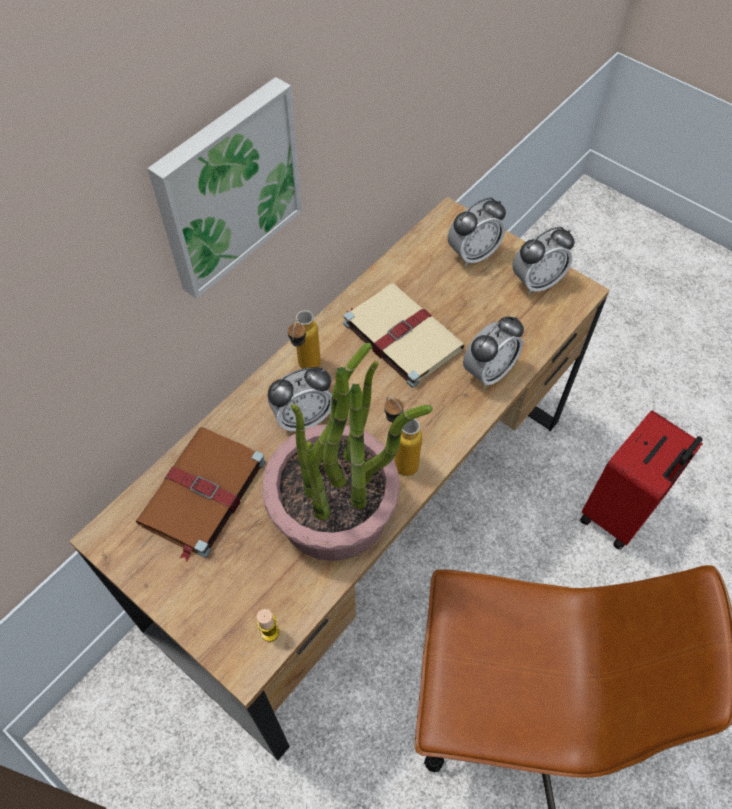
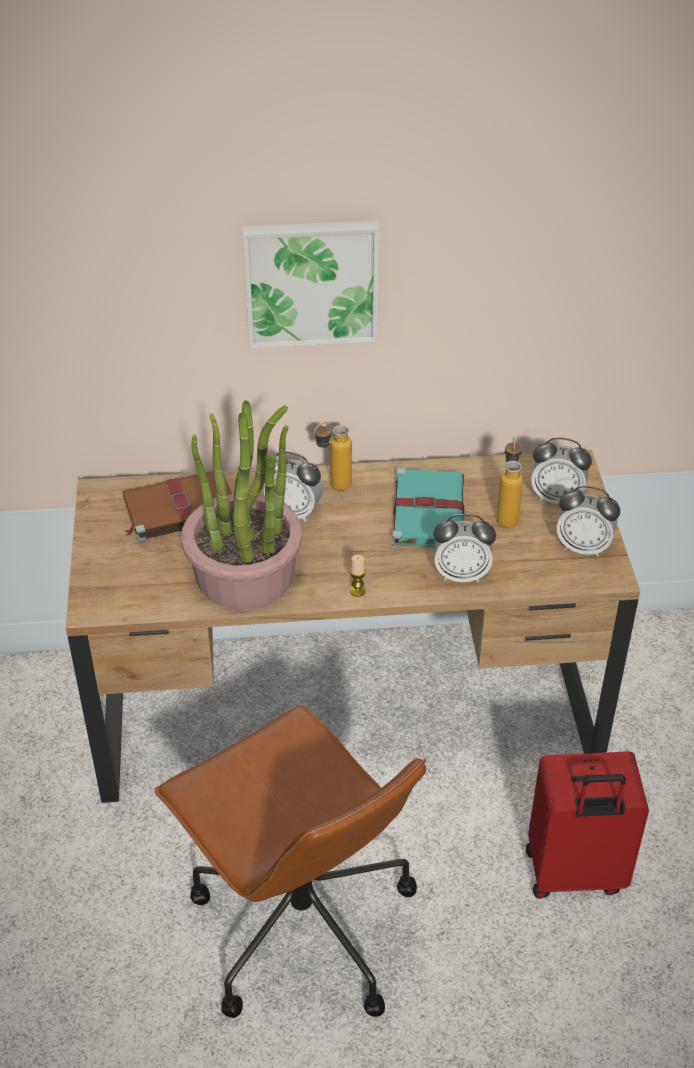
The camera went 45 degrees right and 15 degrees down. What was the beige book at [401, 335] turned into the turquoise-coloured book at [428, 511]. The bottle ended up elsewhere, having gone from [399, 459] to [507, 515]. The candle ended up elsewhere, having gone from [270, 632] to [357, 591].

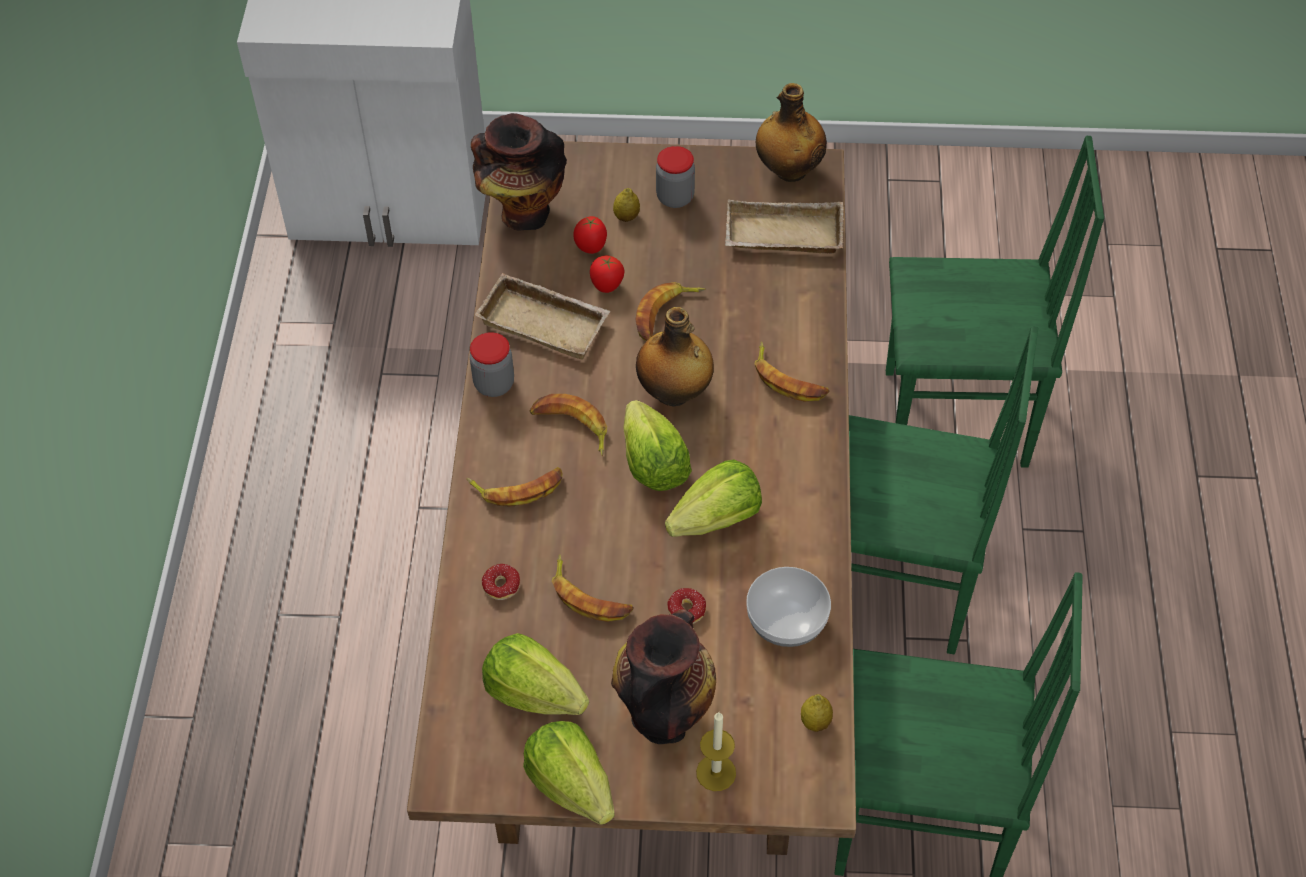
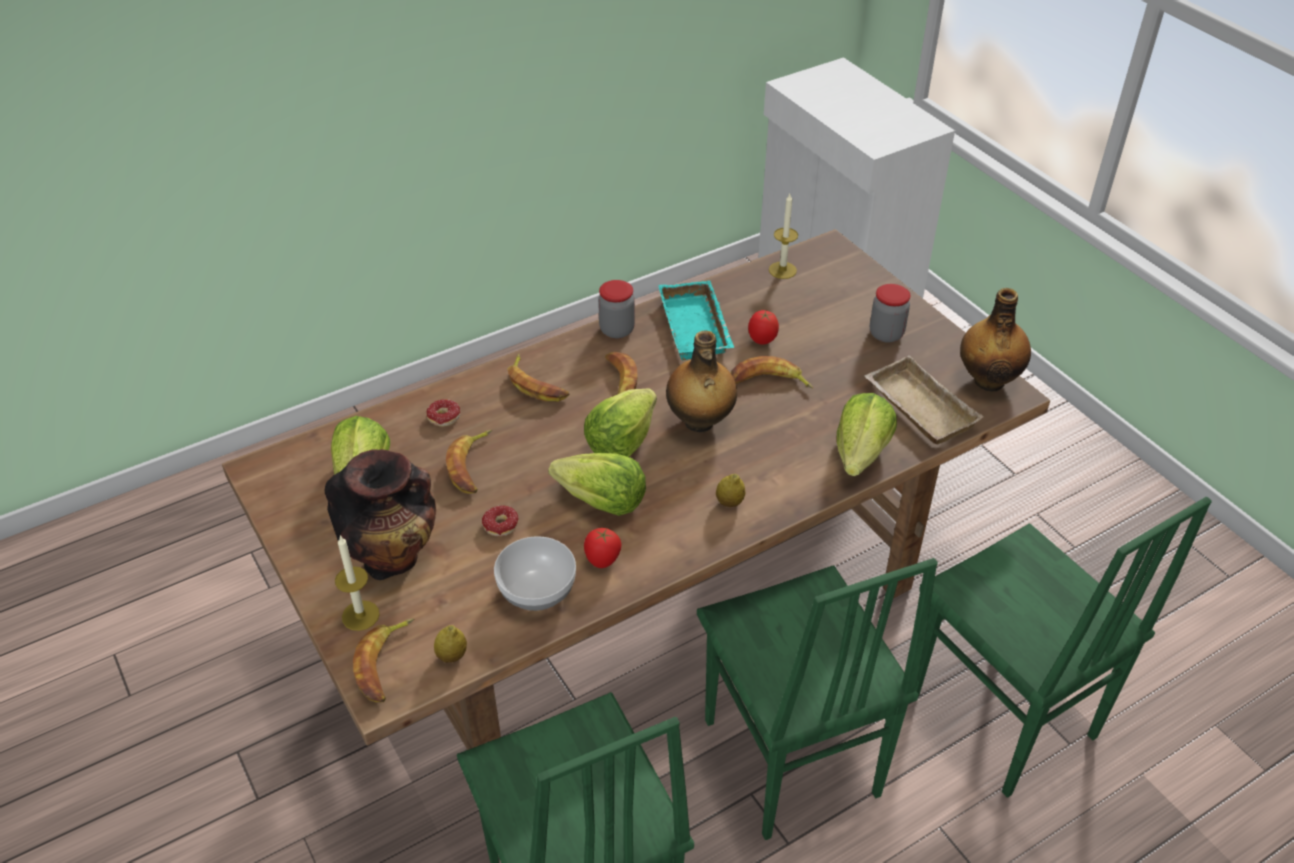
The camera went 55 degrees right and 10 degrees down. Where the flower vase stood at [522, 213], the candle came to stand at [782, 270]. The lemon ended up elsewhere, having gone from [626, 217] to [729, 502]. The fresh tomato ended up elsewhere, having gone from [591, 248] to [602, 561]. What was the beige tray at [546, 321] turned into the turquoise-coloured tray at [698, 327]. The banana fruit ended up elsewhere, having gone from [788, 379] to [384, 664]. The head of lettuce ended up elsewhere, having gone from [571, 785] to [860, 454].

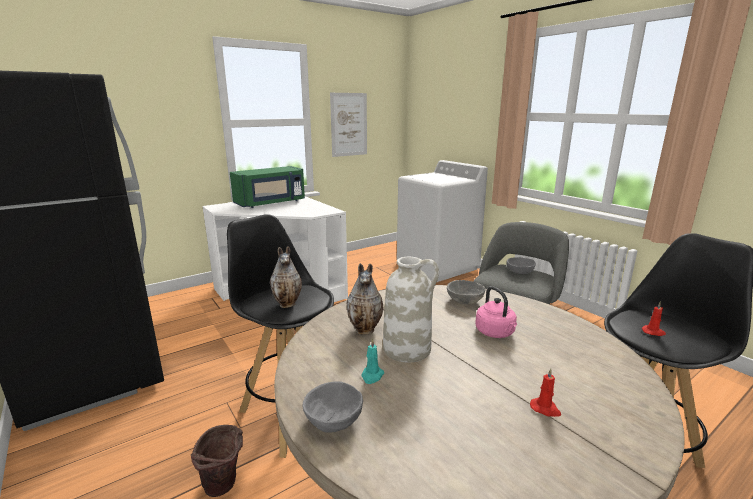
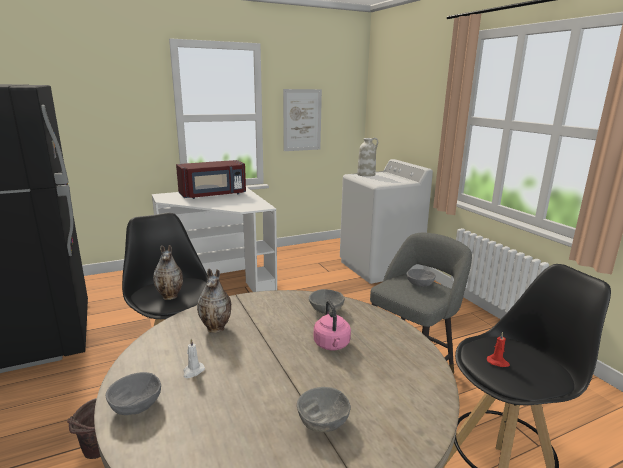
The camera went 10 degrees right and 0 degrees up. What was the greenish microwave oven at [271, 203] turned into the red microwave oven at [213, 195]. The whitish flower vase ended up elsewhere, having gone from [407, 349] to [366, 174]. What was the turquoise-coloured candle at [372, 376] turned into the whitish candle at [193, 371]. Where the red candle stood at [545, 409], the grey bowl came to stand at [323, 422].

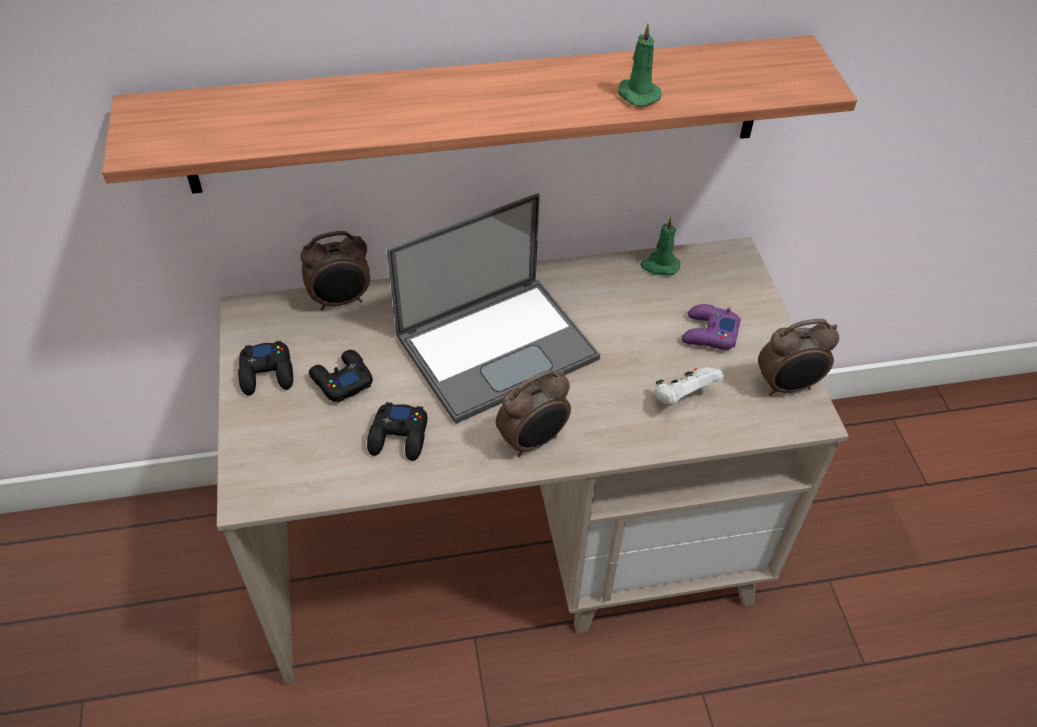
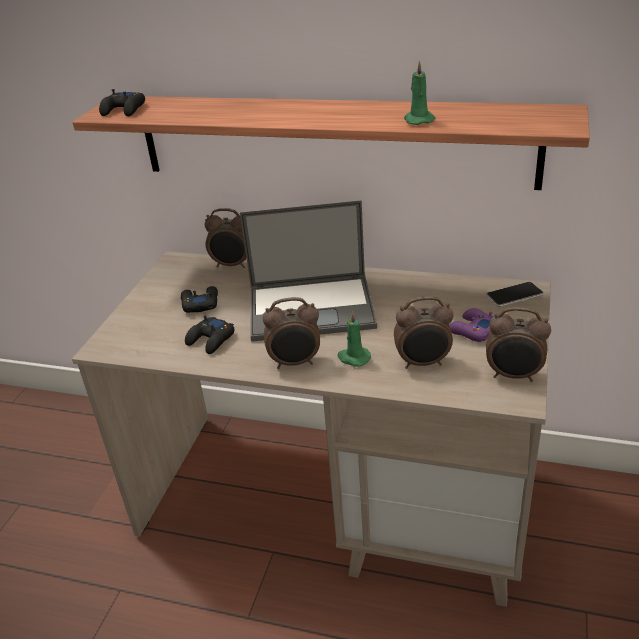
The camera went 30 degrees right and 15 degrees down. The greenish candle ended up elsewhere, having gone from [659, 265] to [353, 358]. The black joypad ended up elsewhere, having gone from [267, 373] to [124, 110]. Where the whitish joypad stood at [683, 397], the table clock came to stand at [423, 363]. The second view gained the phone at [514, 295].

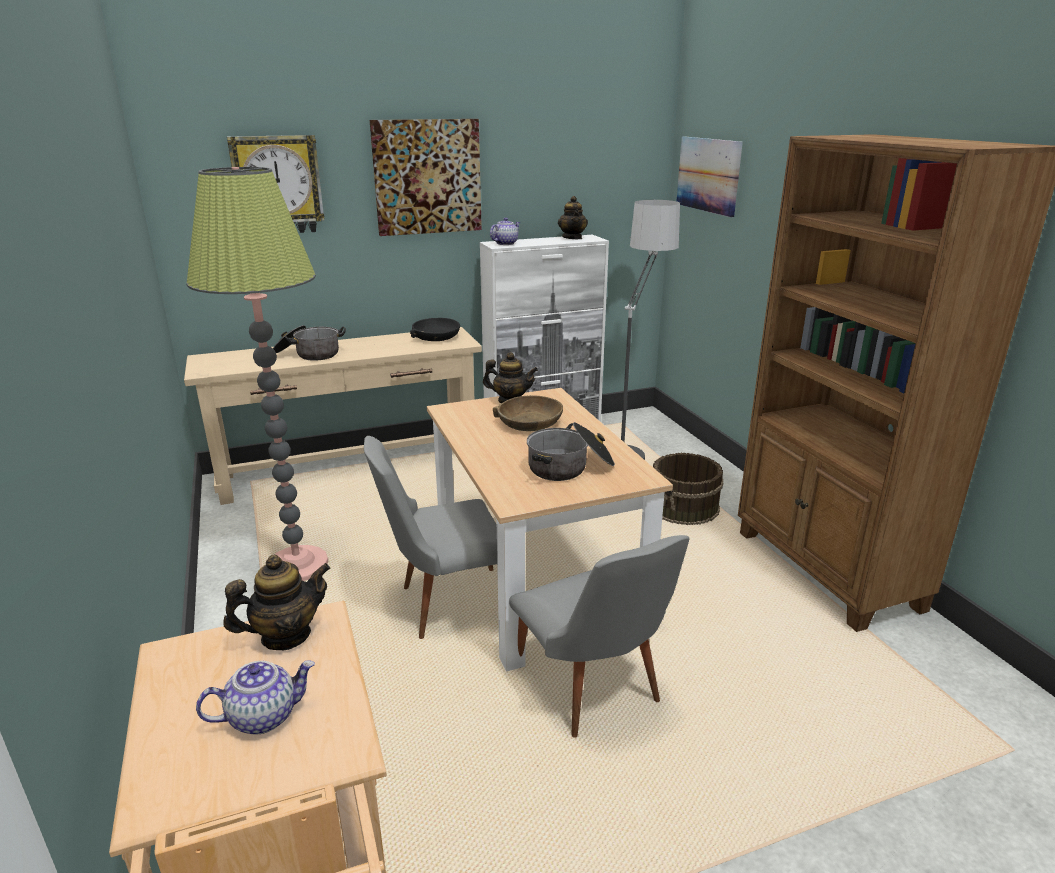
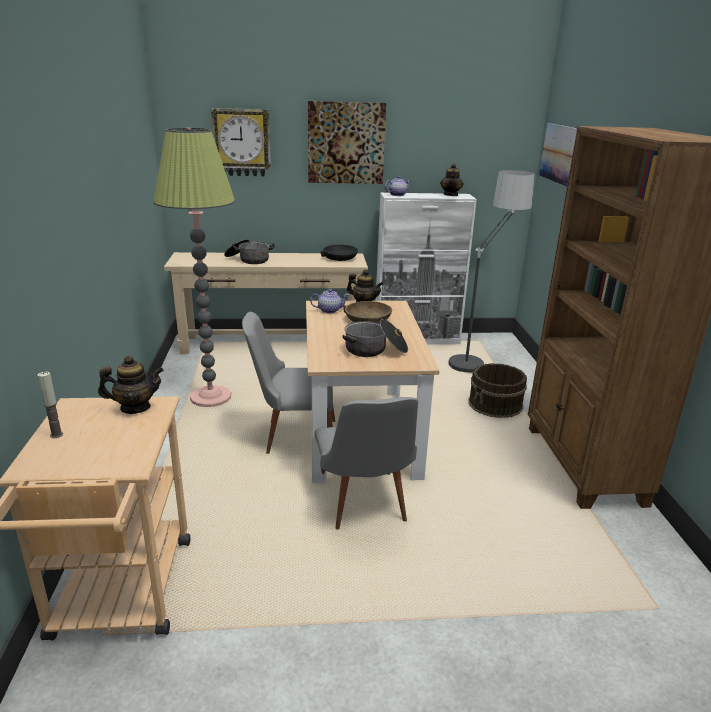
The camera went 15 degrees right and 0 degrees up. The tea pot ended up elsewhere, having gone from [263, 716] to [329, 310]. The second view gained the candle at [56, 435].

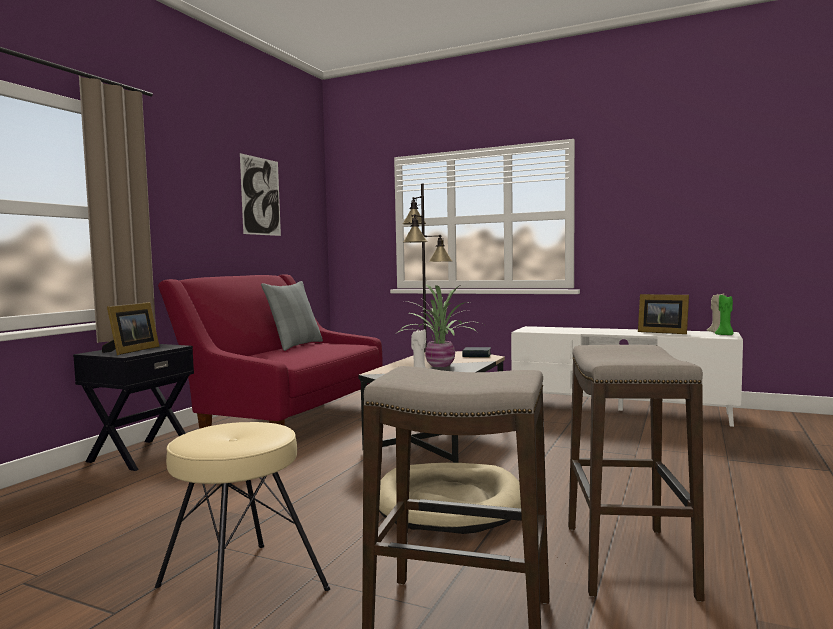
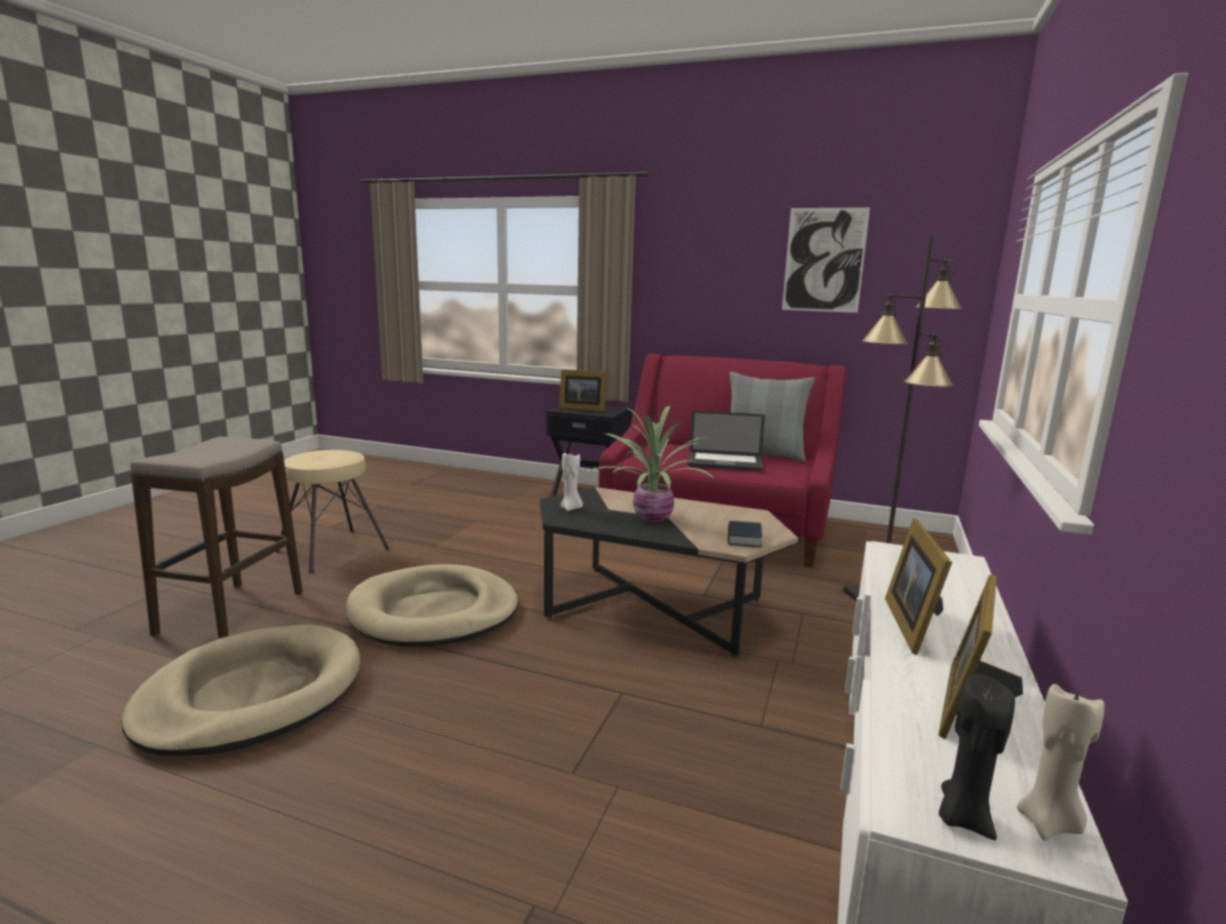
The camera went 85 degrees right and 10 degrees up. What was the greenish candle at [725, 335] turned into the black candle at [962, 818]. Where the stool seat stood at [628, 560], the beige dog cushion came to stand at [251, 695]. The second view gained the laptop at [724, 463]. The second view gained the standing frame at [914, 624].

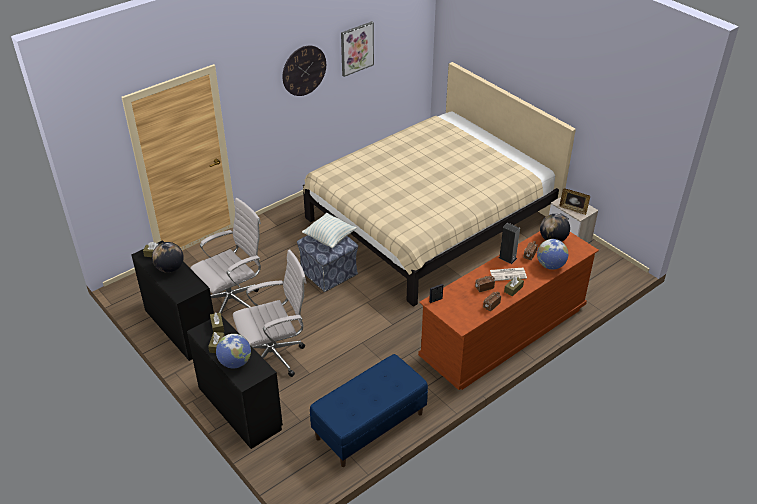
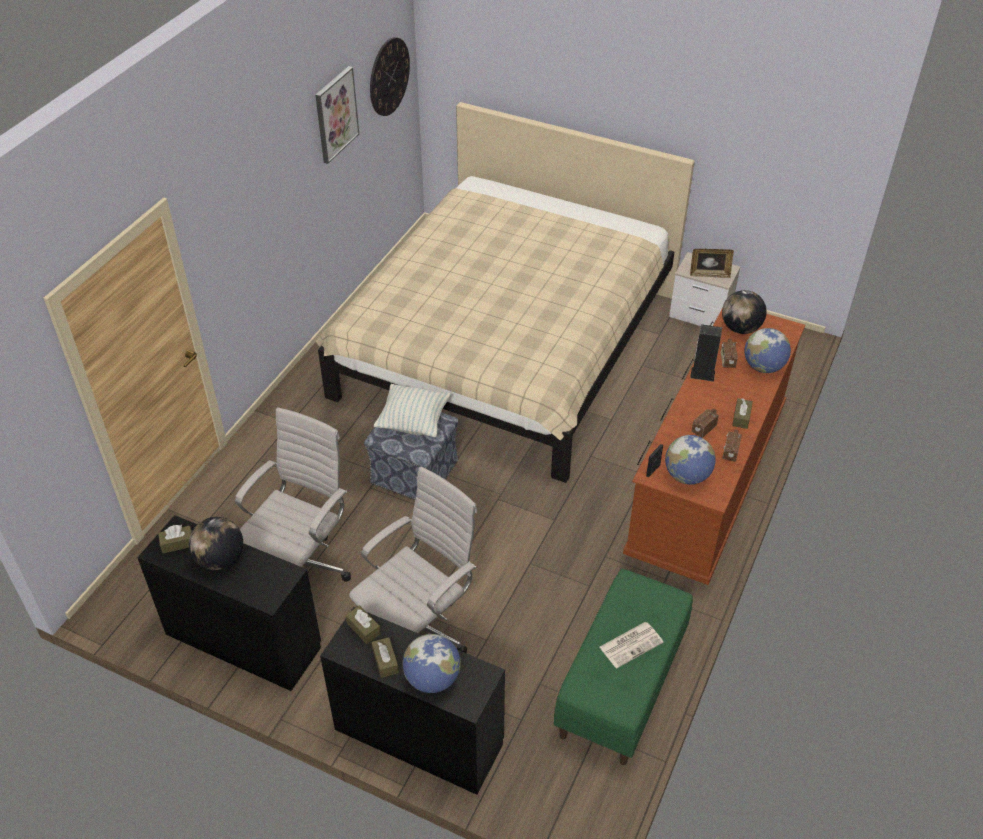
The camera went 25 degrees left and 5 degrees up. The hanging clock ended up elsewhere, having gone from [304, 70] to [389, 76]. The newspaper ended up elsewhere, having gone from [508, 274] to [631, 644]. What was the blue long seat at [369, 426] turned into the greenish long seat at [621, 687]. The second view gained the desk globe at [687, 476].

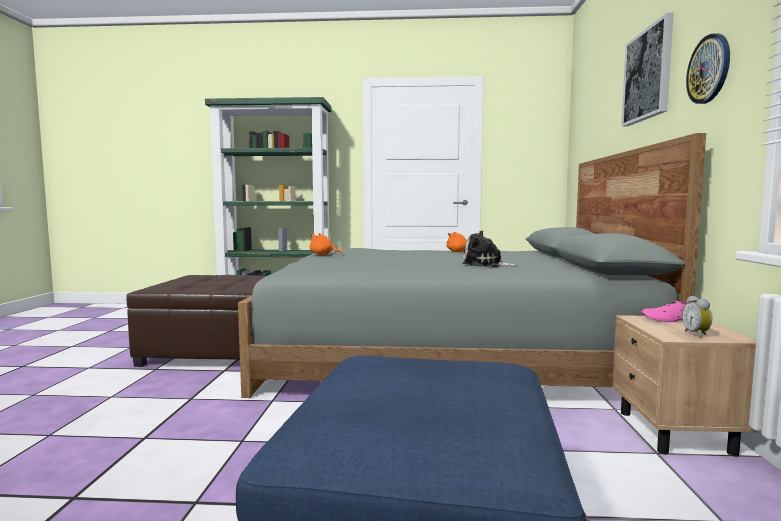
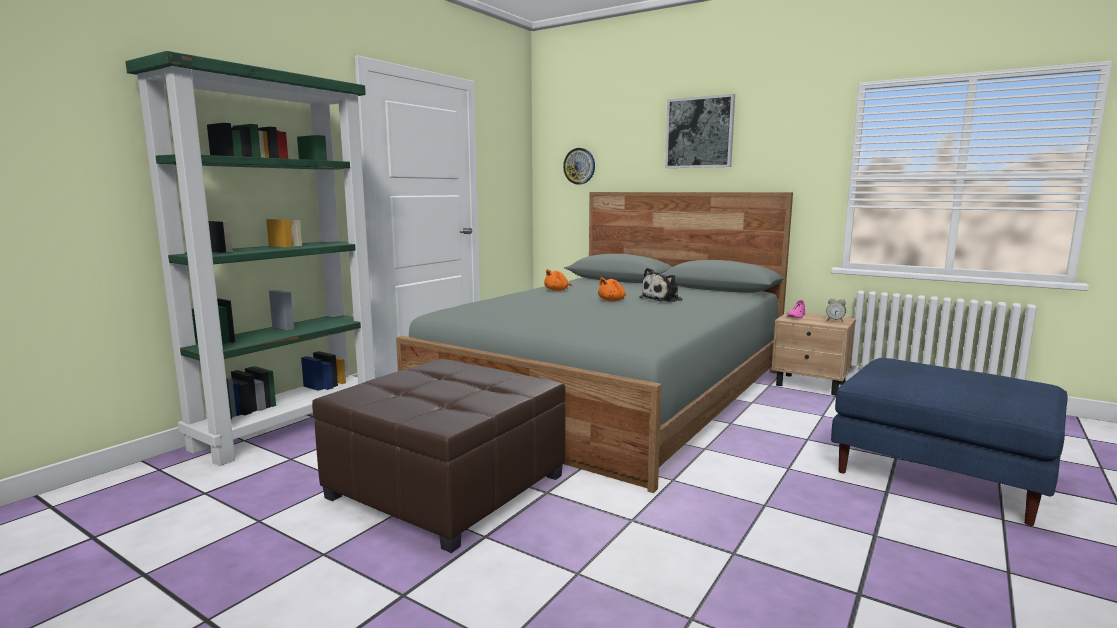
The camera went 60 degrees left and 5 degrees up. The hanging clock ended up elsewhere, having gone from [709, 69] to [579, 166]. The orange-coloured cuddly toy ended up elsewhere, having gone from [323, 255] to [612, 301].

